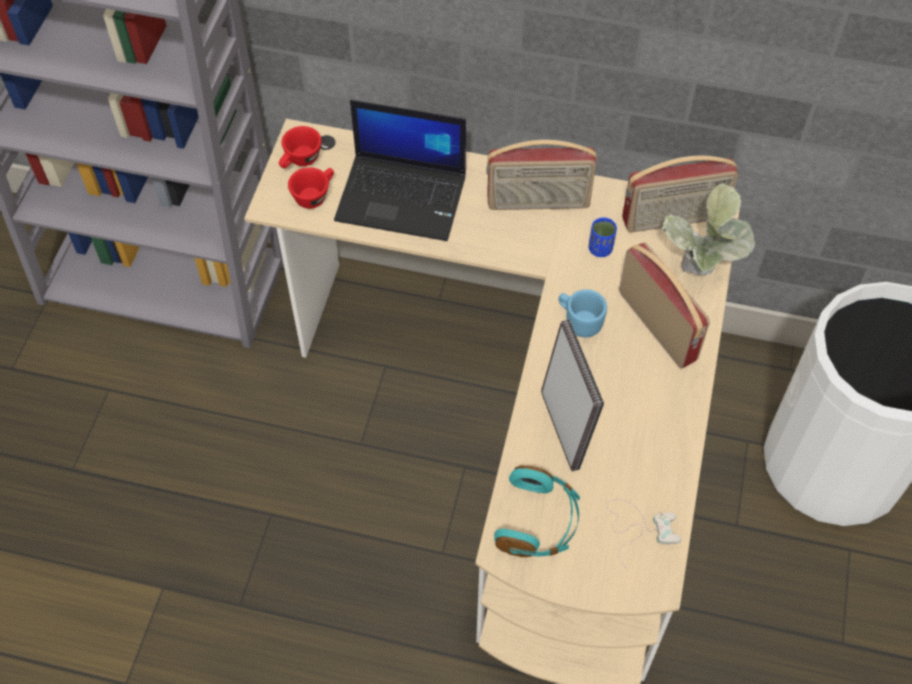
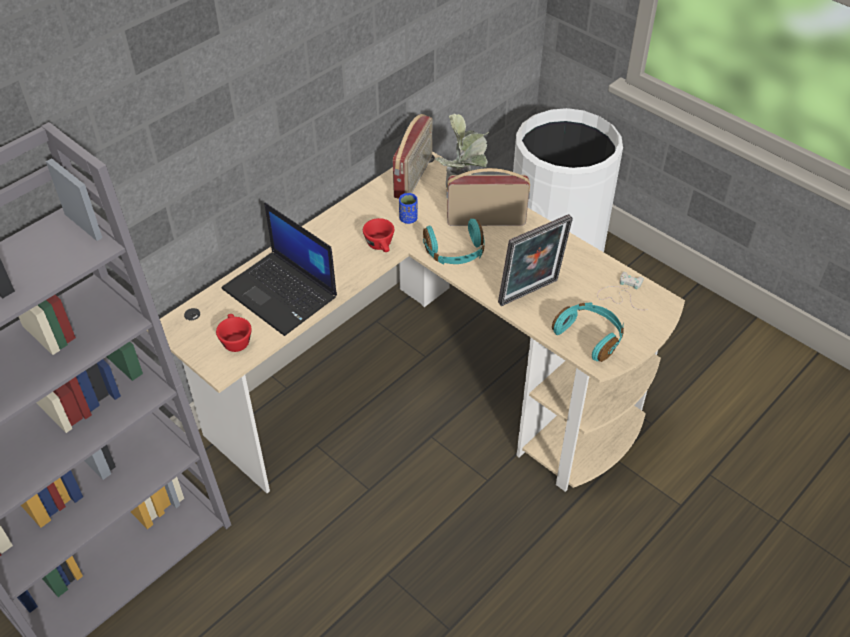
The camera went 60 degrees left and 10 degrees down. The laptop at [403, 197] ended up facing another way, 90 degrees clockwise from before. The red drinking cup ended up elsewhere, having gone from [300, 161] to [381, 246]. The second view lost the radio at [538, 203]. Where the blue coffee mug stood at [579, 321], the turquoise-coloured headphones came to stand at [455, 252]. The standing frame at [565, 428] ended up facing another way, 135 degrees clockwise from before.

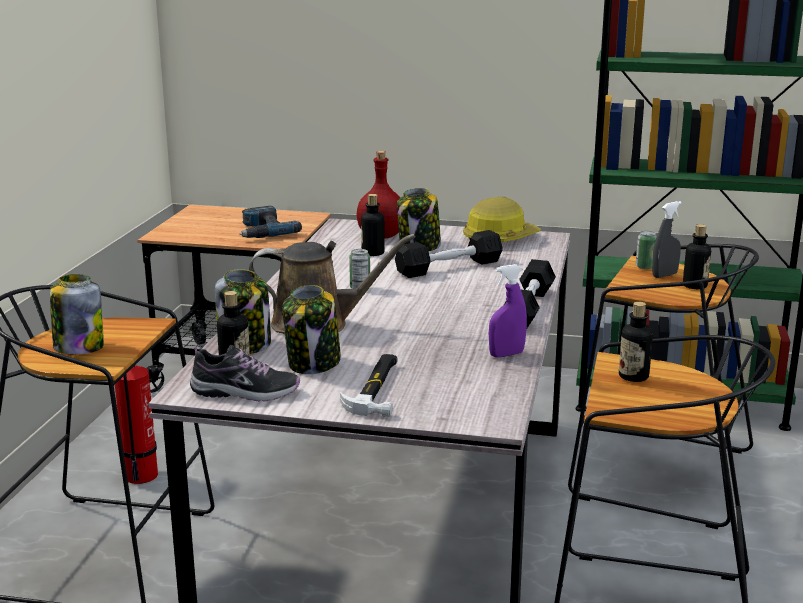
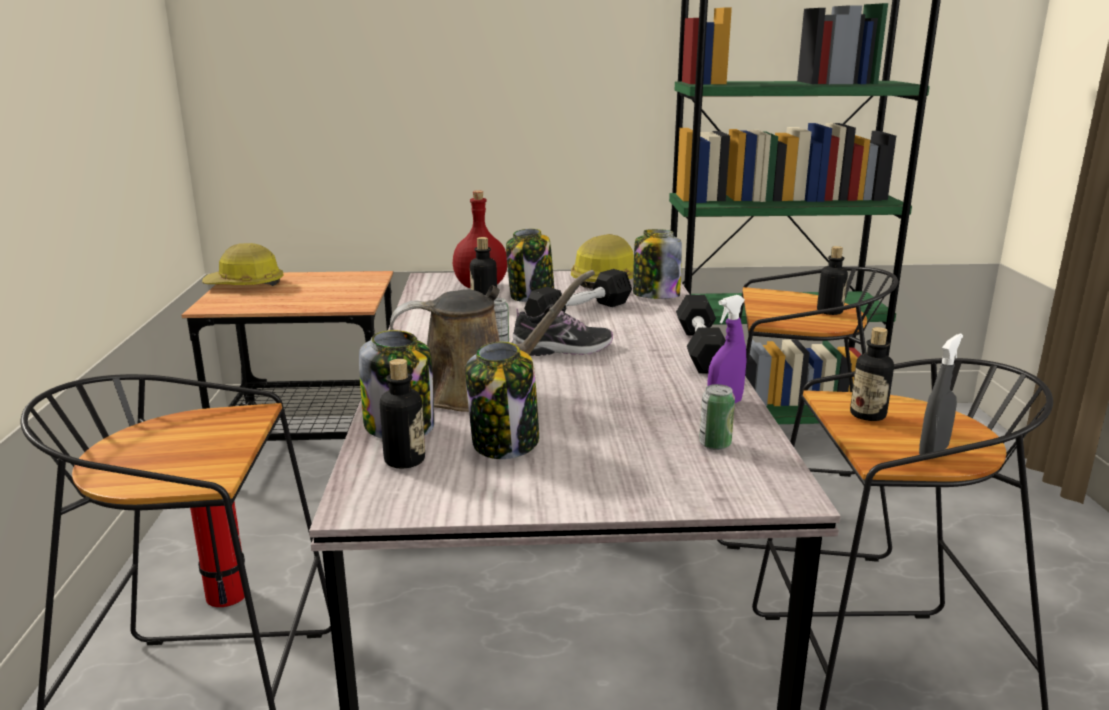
The camera went 15 degrees left and 0 degrees up. The grey sprayer ended up elsewhere, having gone from [664, 275] to [933, 452]. The second view lost the electric drill at [262, 231]. The can ended up elsewhere, having gone from [644, 267] to [715, 444]. The jar ended up elsewhere, having gone from [78, 347] to [655, 295]. The low shoe ended up elsewhere, having gone from [245, 392] to [562, 349]. The second view lost the hammer at [377, 389]. The second view gained the hard hat at [245, 285].

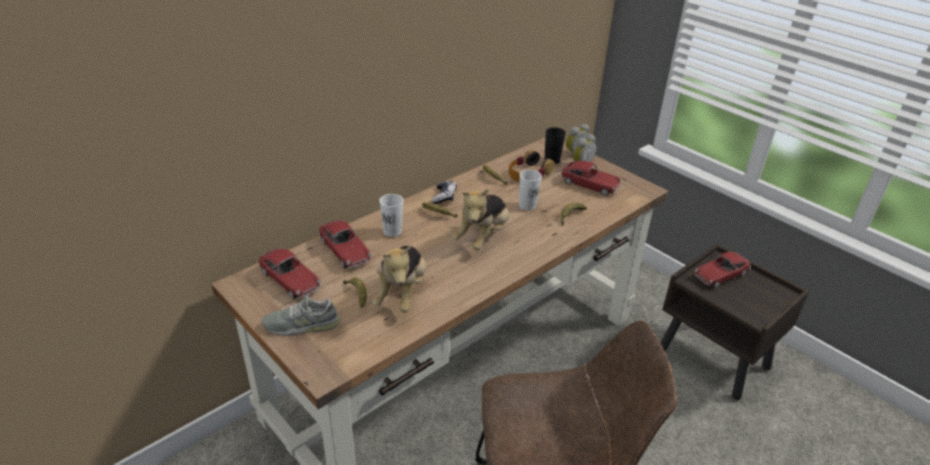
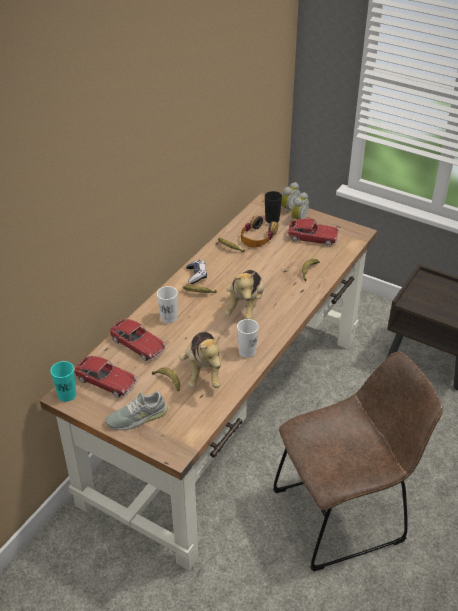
The camera went 15 degrees left and 5 degrees up. The whitish drinking cup ended up elsewhere, having gone from [527, 205] to [247, 352]. The second view lost the toy car at [720, 275]. The second view gained the turquoise-coloured drinking cup at [67, 395].

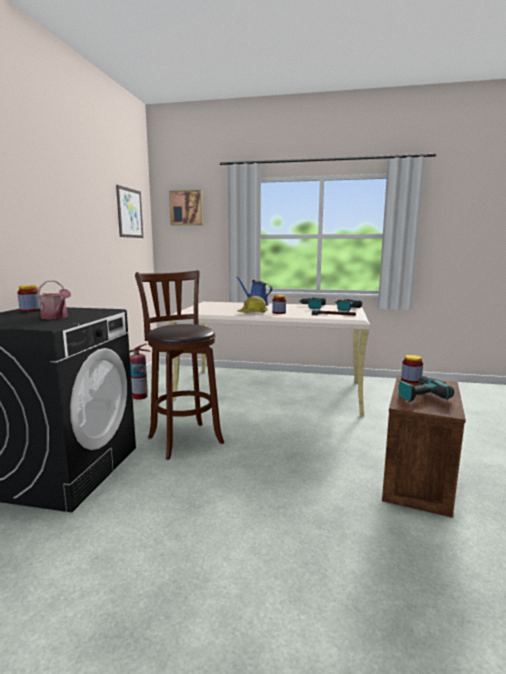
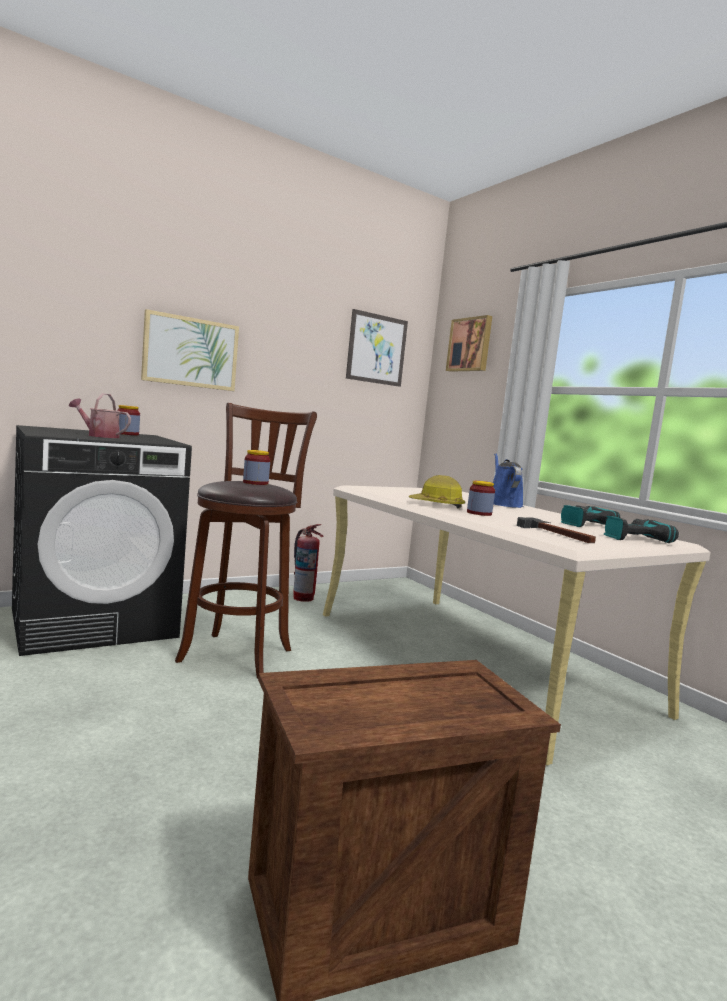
The camera went 45 degrees right and 5 degrees down. The sprinkling can at [56, 317] ended up facing another way, 105 degrees clockwise from before. The jar ended up elsewhere, having gone from [411, 380] to [255, 483]. The second view lost the electric drill at [419, 395]. The second view gained the wall art at [190, 352].

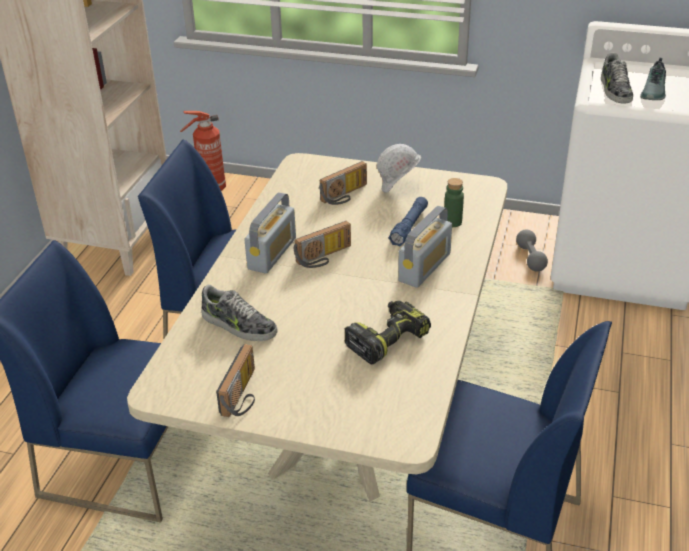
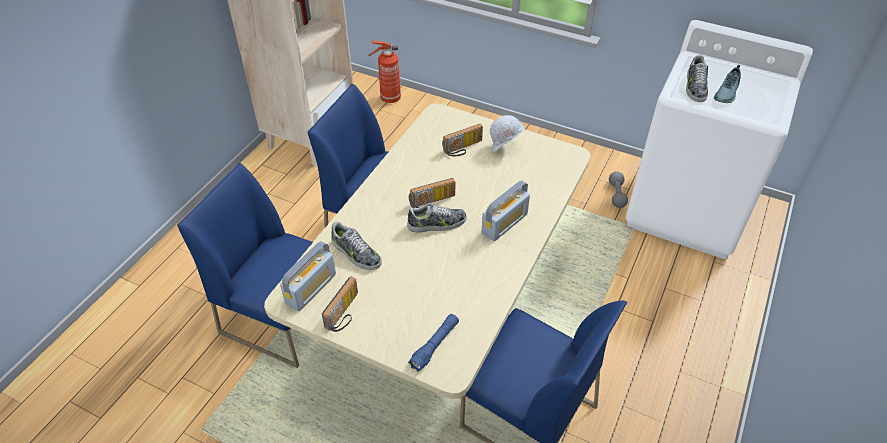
The camera went 10 degrees right and 10 degrees up. The second view lost the greenish bottle at [452, 222]. The radio ended up elsewhere, having gone from [272, 253] to [311, 288]. The blue flashlight ended up elsewhere, having gone from [409, 227] to [435, 345]. The second view lost the electric drill at [387, 339]. The second view gained the low shoe at [437, 224].

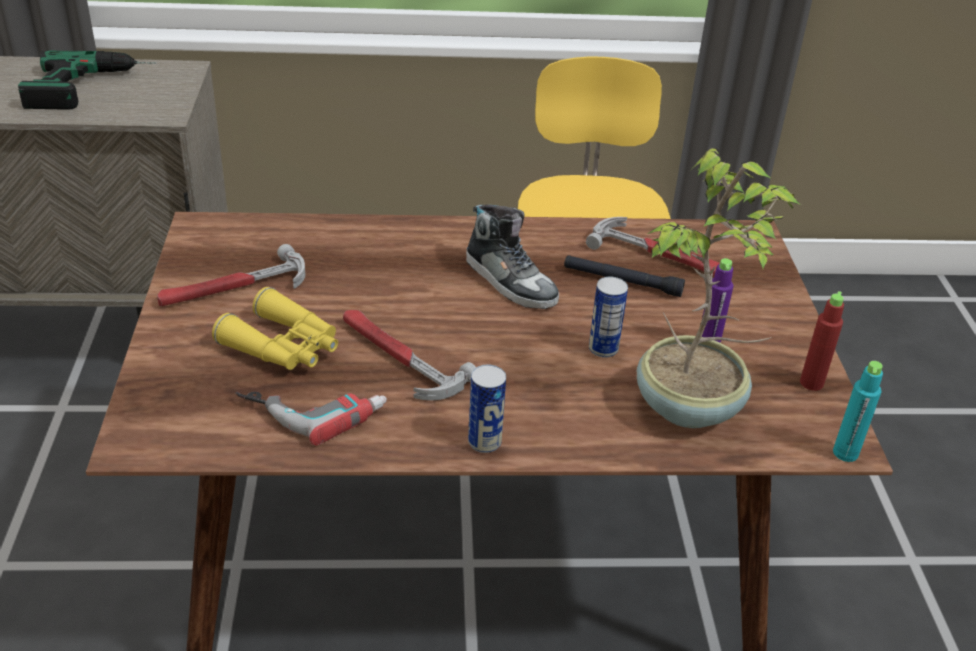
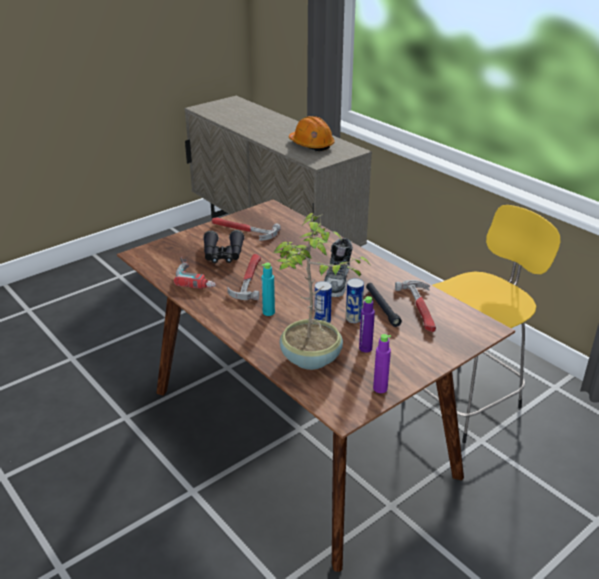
The camera went 55 degrees right and 5 degrees down. Where the electric drill stood at [93, 87], the orange-coloured hard hat came to stand at [311, 144]. What was the yellowish binoculars at [284, 347] turned into the black binoculars at [223, 255]. What was the red bottle at [811, 383] turned into the purple-coloured bottle at [380, 388]. The turquoise-coloured bottle ended up elsewhere, having gone from [845, 453] to [268, 312]. The can ended up elsewhere, having gone from [484, 442] to [353, 319].

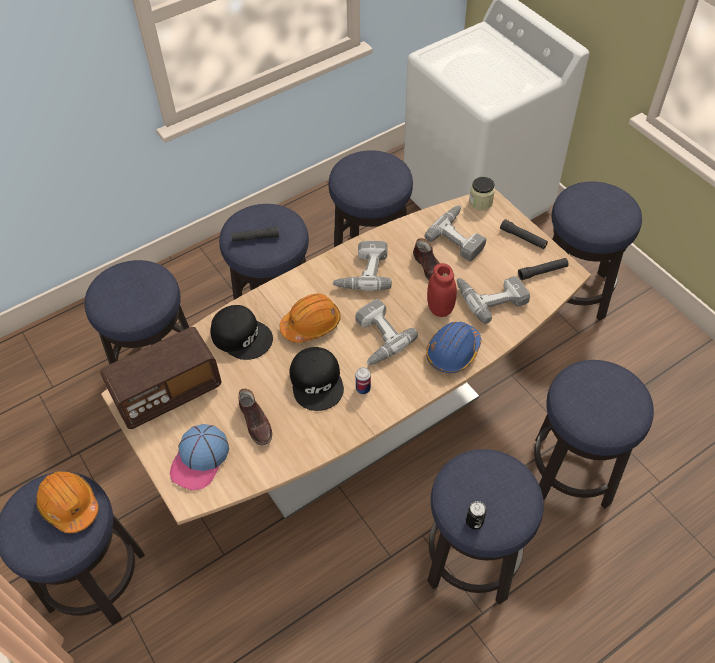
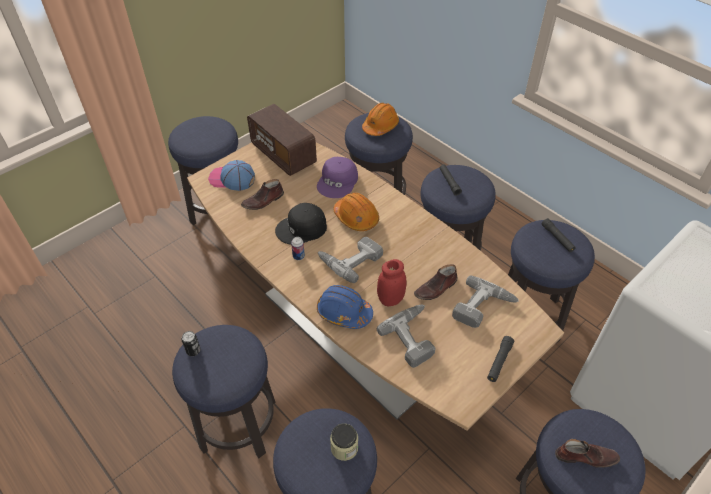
The camera went 80 degrees right and 5 degrees down. The jar ended up elsewhere, having gone from [480, 202] to [344, 447]. The second view lost the electric drill at [362, 271]. The black flashlight ended up elsewhere, having gone from [542, 272] to [557, 238]. What was the black cap at [242, 336] turned into the purple-coloured cap at [338, 182]. The orange-coloured hard hat ended up elsewhere, having gone from [69, 505] to [380, 126]. The second view gained the brown-coloured low shoe at [585, 456].

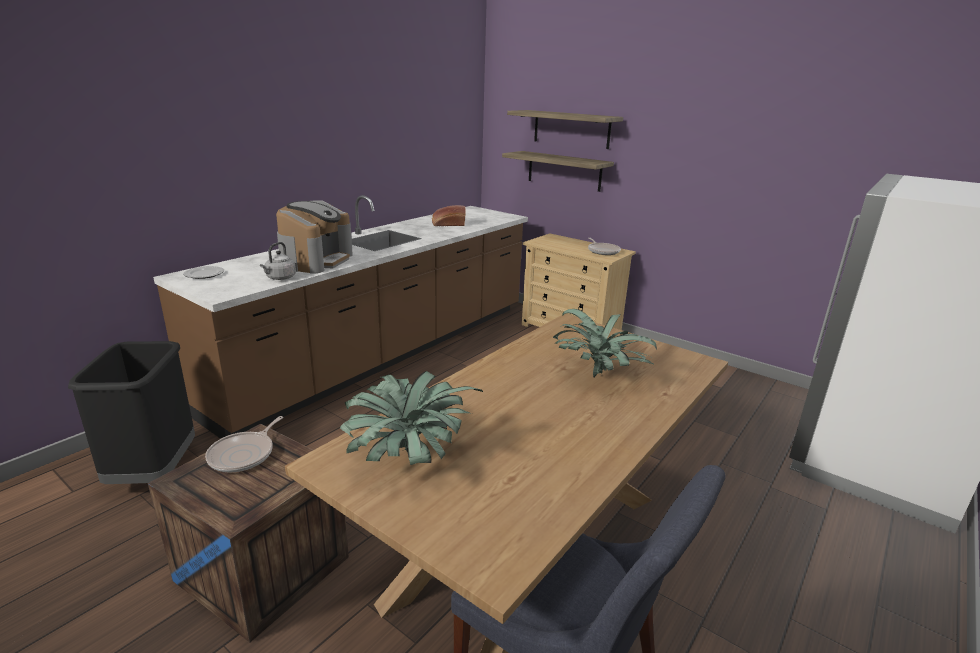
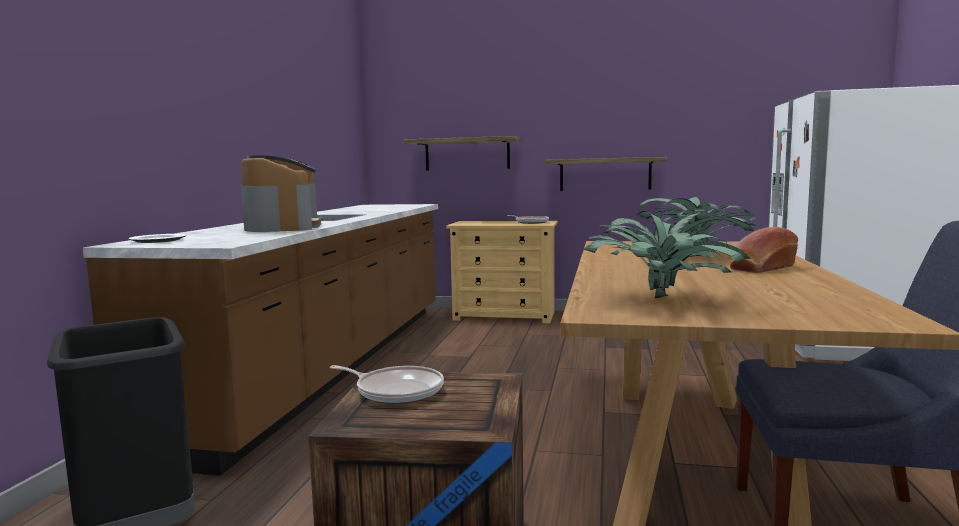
The camera went 25 degrees left and 15 degrees down. The shelf ended up elsewhere, having gone from [571, 129] to [605, 174]. The baked bread ended up elsewhere, having gone from [448, 224] to [761, 268]. The second view lost the grey tea kettle at [280, 278]. The frying pan at [244, 454] ended up facing another way, 60 degrees counterclockwise from before.

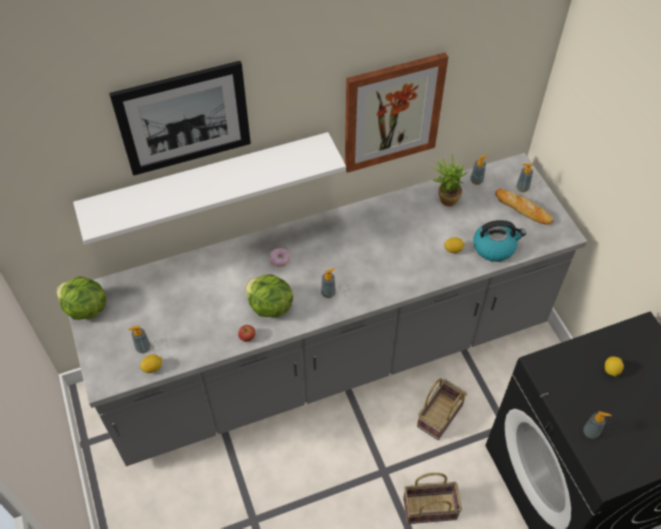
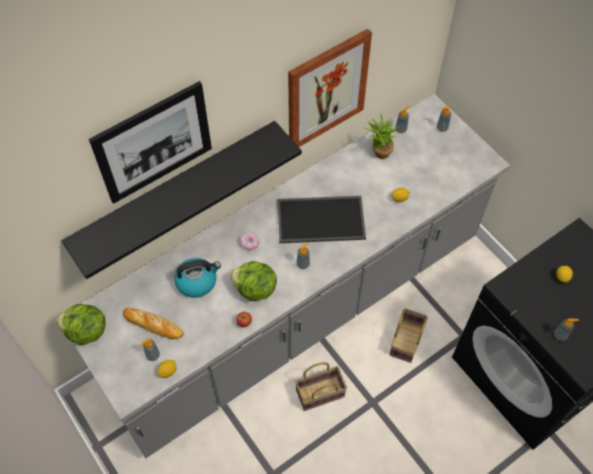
The camera went 15 degrees left and 5 degrees up. What was the whitish shelf at [208, 183] turned into the black shelf at [176, 191]. The baked bread ended up elsewhere, having gone from [523, 209] to [153, 325]. The tea kettle ended up elsewhere, having gone from [494, 247] to [197, 281]. The household basket ended up elsewhere, having gone from [431, 507] to [321, 392]. The second view gained the tray at [321, 218].

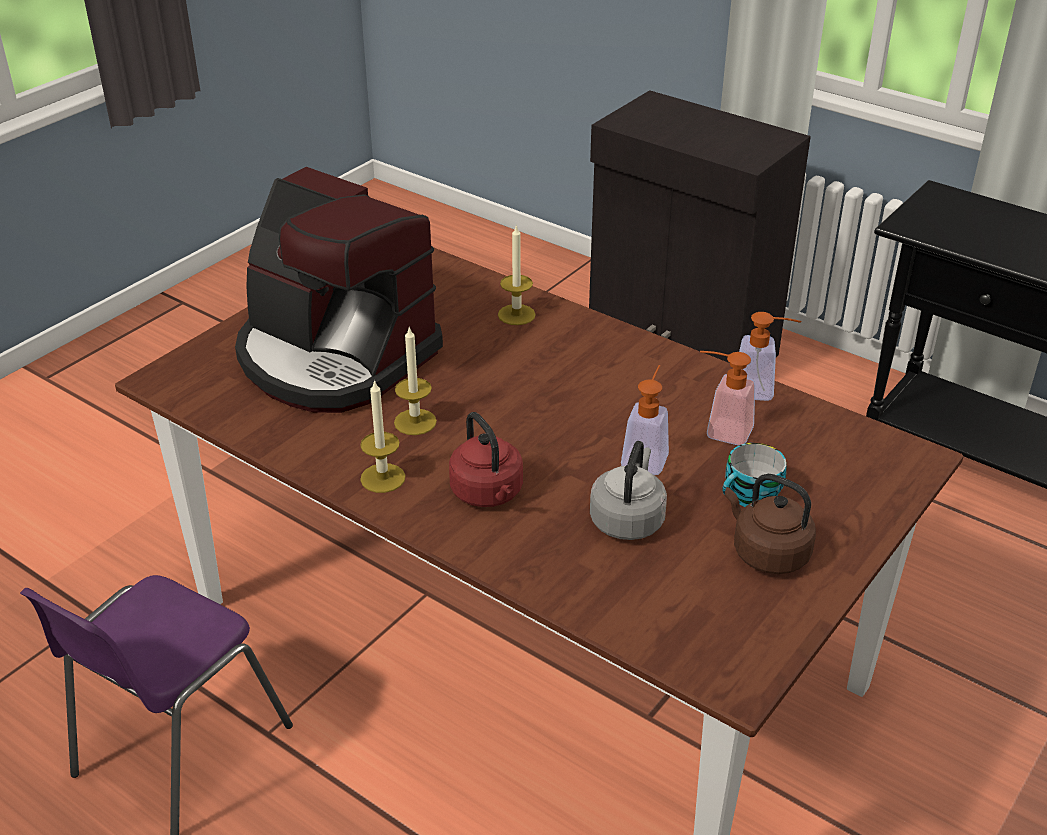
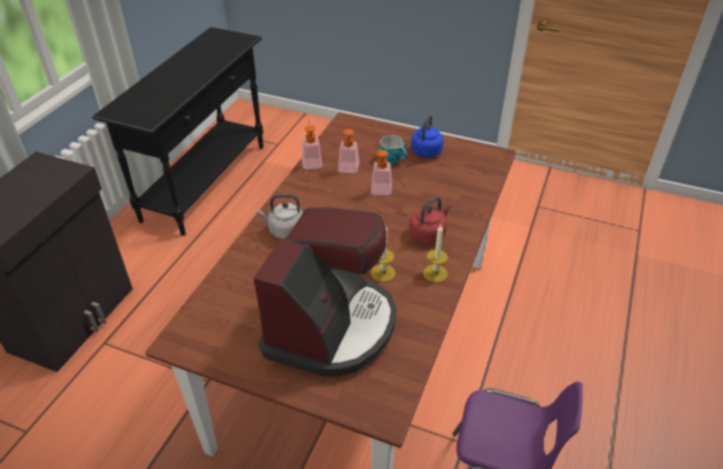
The camera went 105 degrees left and 5 degrees up. The second view lost the candle at [516, 315]. The grey tea kettle ended up elsewhere, having gone from [628, 519] to [285, 231]. What was the brown-coloured tea kettle at [766, 553] turned into the blue tea kettle at [425, 153].

